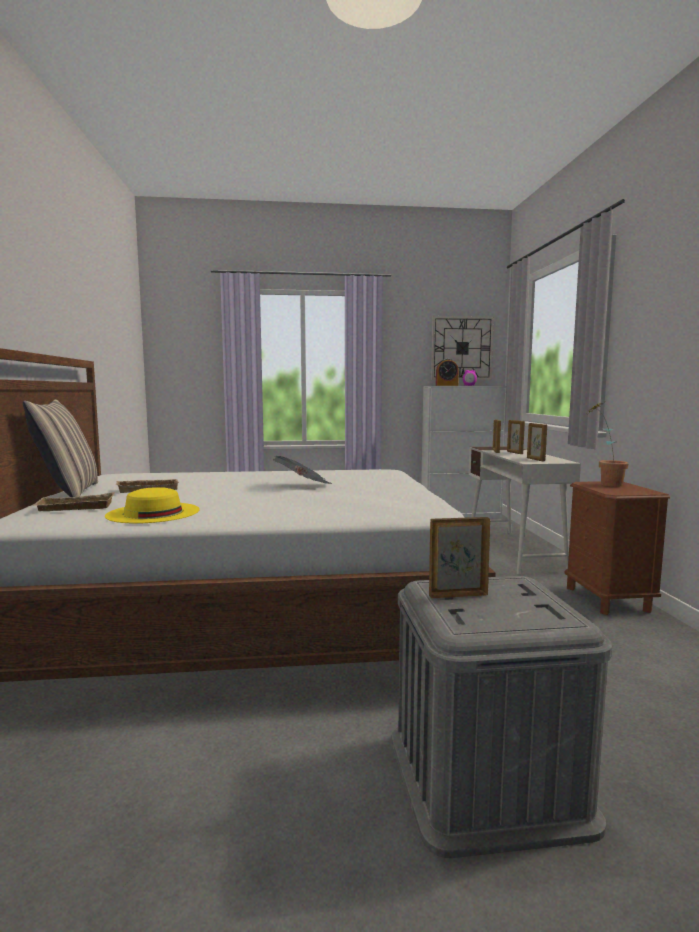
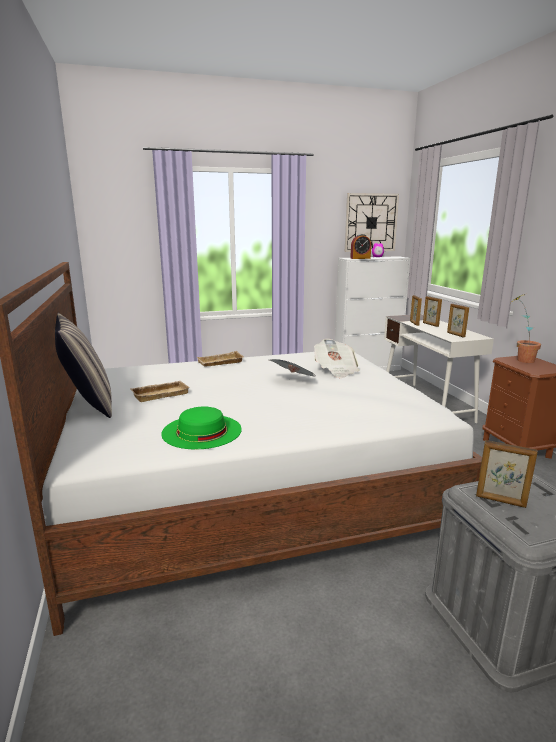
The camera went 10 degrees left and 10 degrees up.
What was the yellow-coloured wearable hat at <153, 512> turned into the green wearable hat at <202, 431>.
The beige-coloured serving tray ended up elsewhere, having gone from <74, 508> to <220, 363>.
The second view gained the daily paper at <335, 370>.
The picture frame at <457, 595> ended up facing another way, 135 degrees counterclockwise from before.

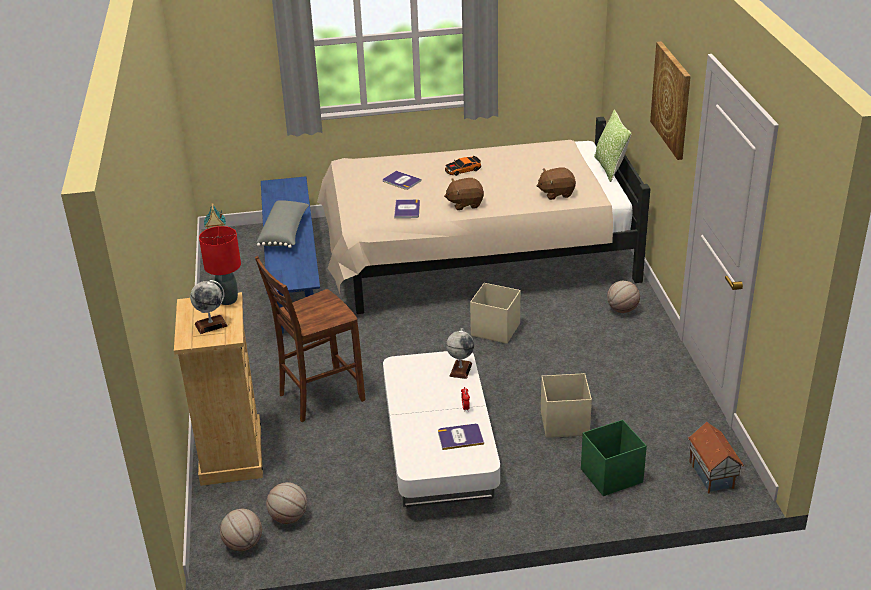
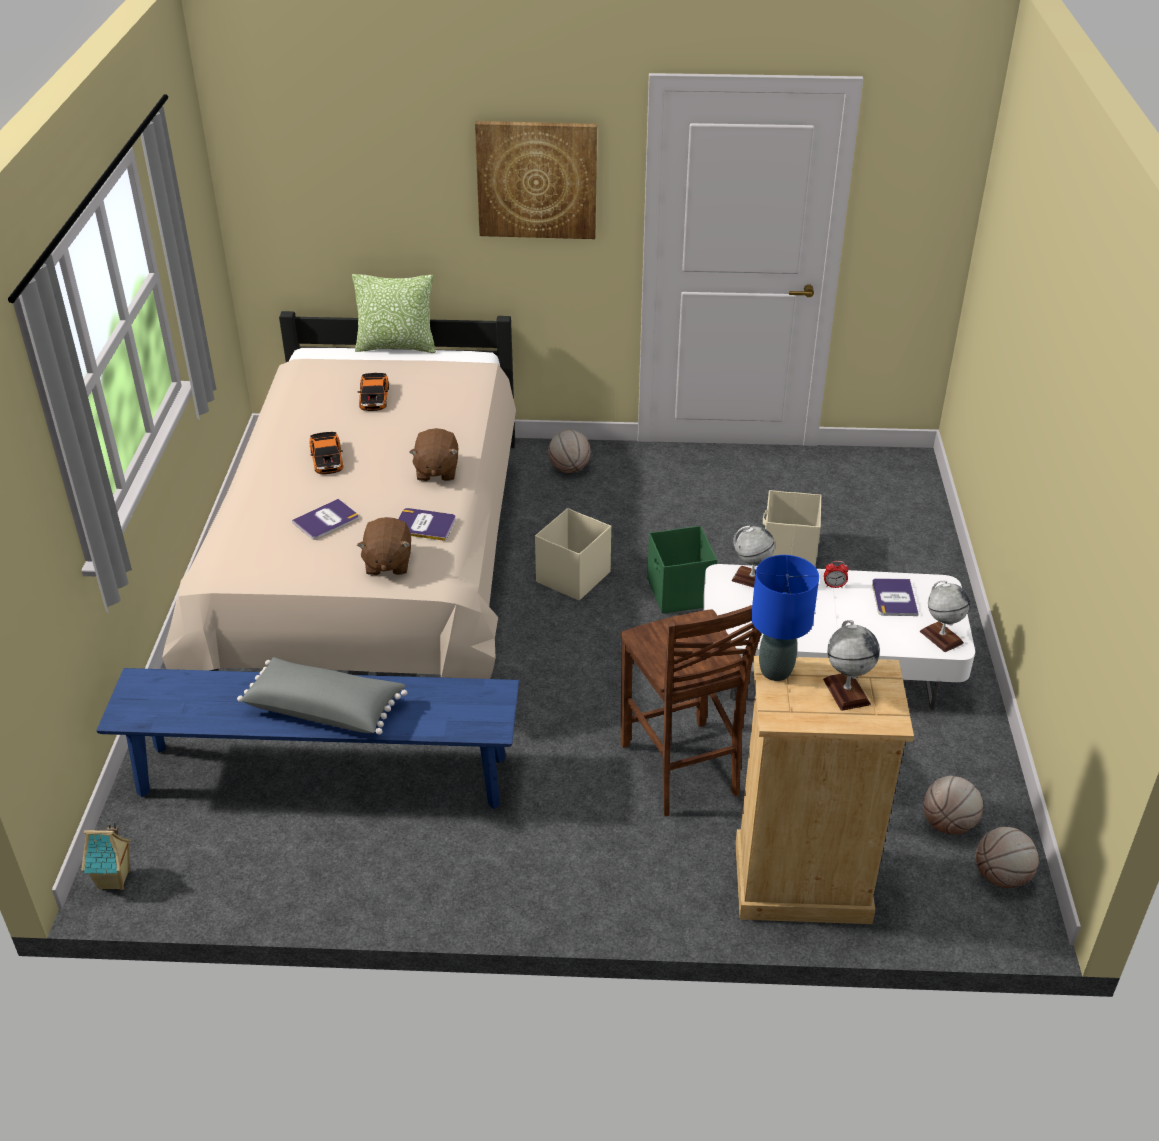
The camera went 80 degrees left and 5 degrees up.
The second view gained the toy car at <374, 397>.
The brown plush toy ended up elsewhere, having gone from <556, 193> to <387, 563>.
The green storage container ended up elsewhere, having gone from <610, 476> to <679, 593>.
What was the reddish tabletop lamp at <227, 300> turned into the blue-coloured tabletop lamp at <776, 671>.
The second view gained the world globe at <941, 637>.
The second view lost the miniature house at <713, 474>.

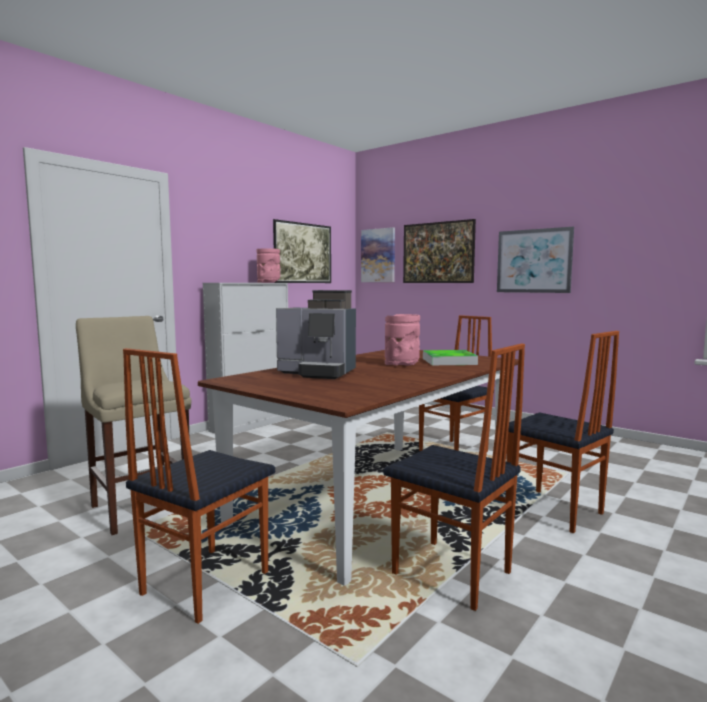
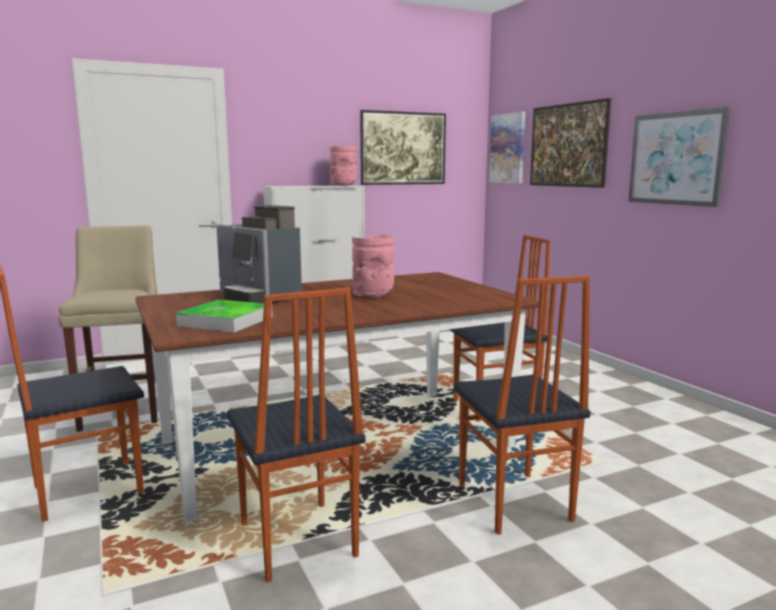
The camera went 25 degrees right and 5 degrees up.
The serving tray ended up elsewhere, having gone from <449, 361> to <226, 321>.

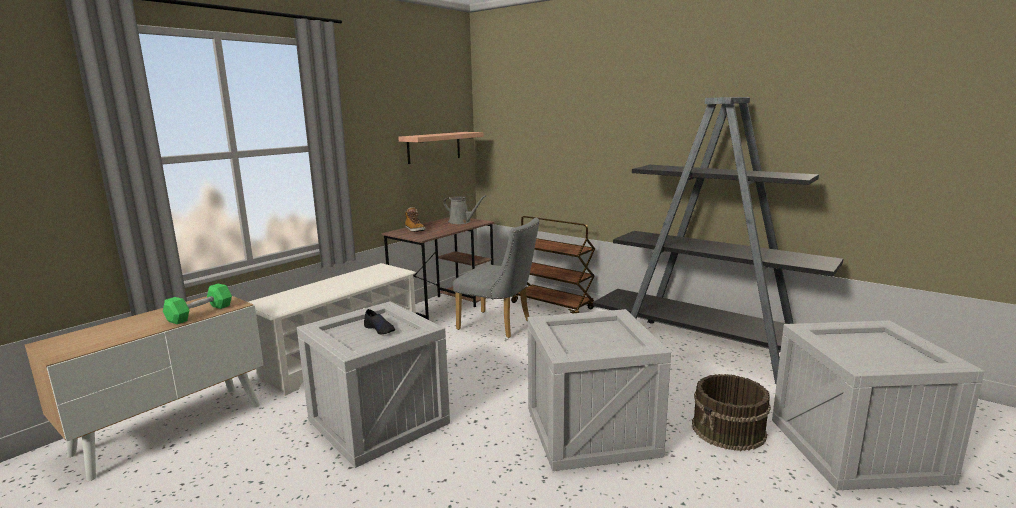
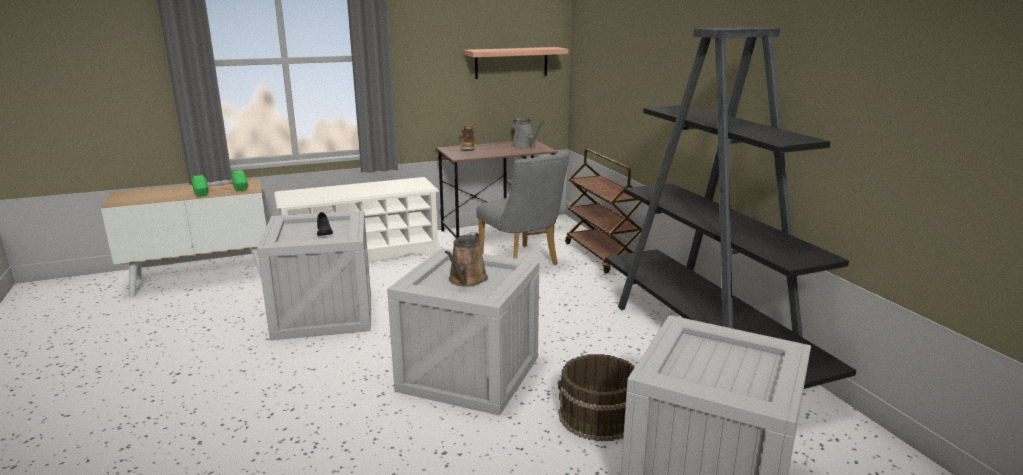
The camera went 30 degrees right and 5 degrees up.
The second view gained the brown watering pot at <466, 280>.

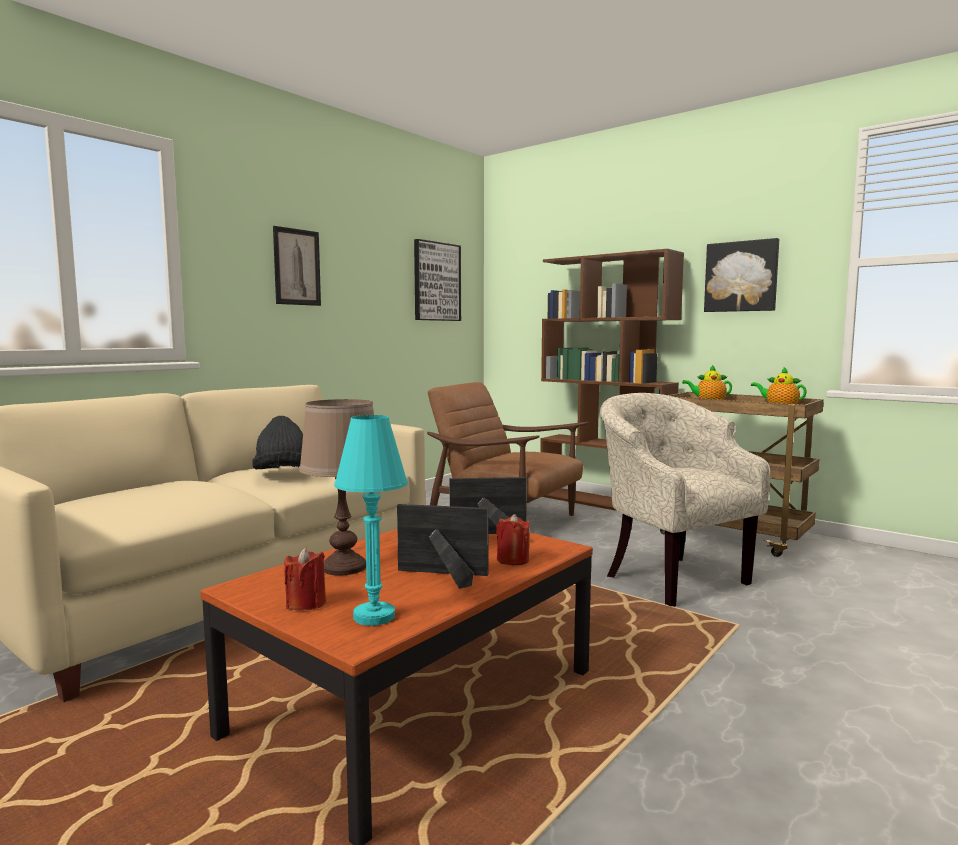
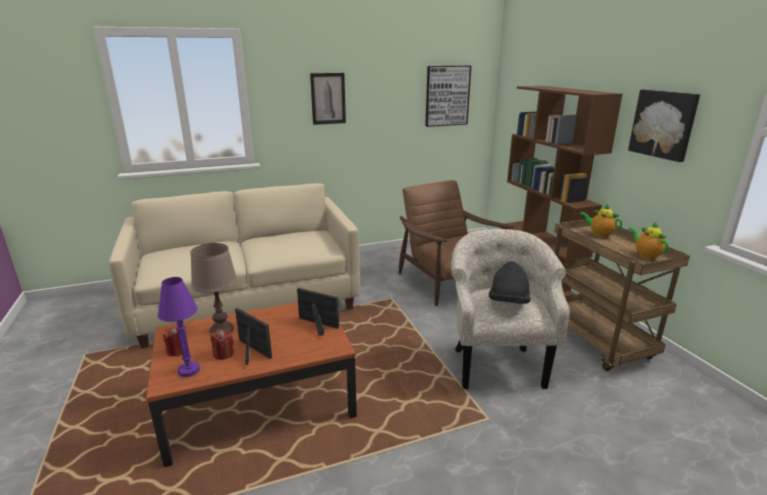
The camera went 30 degrees right and 15 degrees up.
What was the turquoise tabletop lamp at <374, 616> turned into the purple tabletop lamp at <189, 370>.
The reddish wax candle ended up elsewhere, having gone from <512, 560> to <223, 354>.
The blackish wearable hat ended up elsewhere, having gone from <282, 474> to <508, 302>.

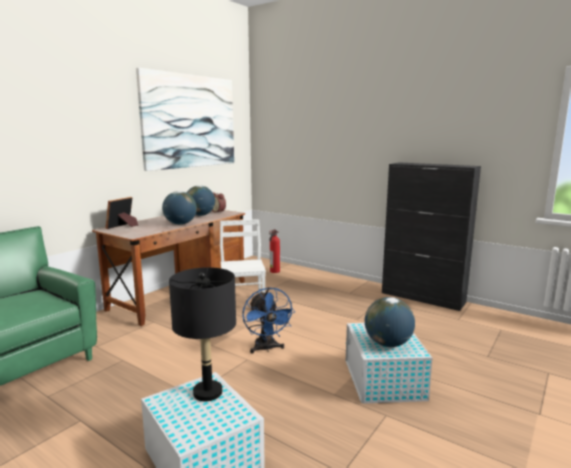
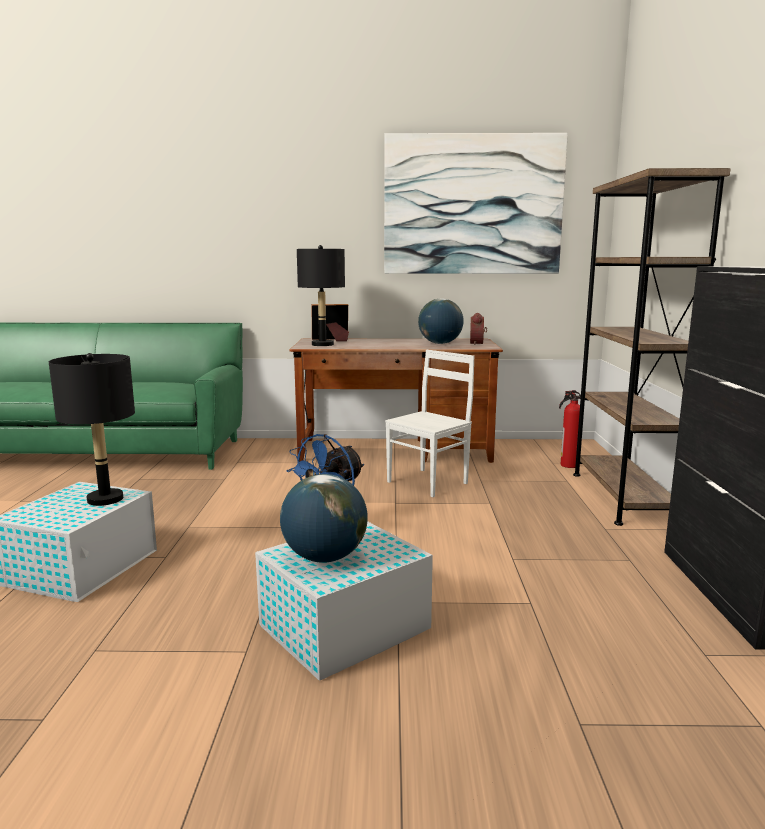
The camera went 55 degrees right and 0 degrees up.
The second view gained the blackish tabletop lamp at <322, 345>.
The second view gained the brown bookshelf at <623, 497>.
The second view lost the world globe at <180, 224>.

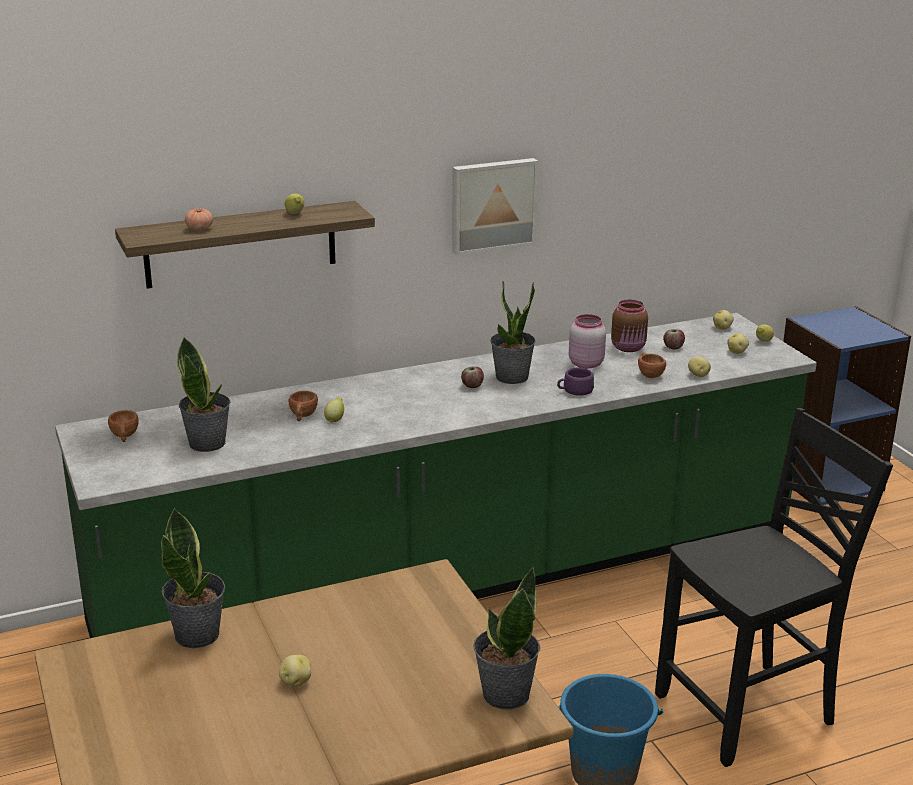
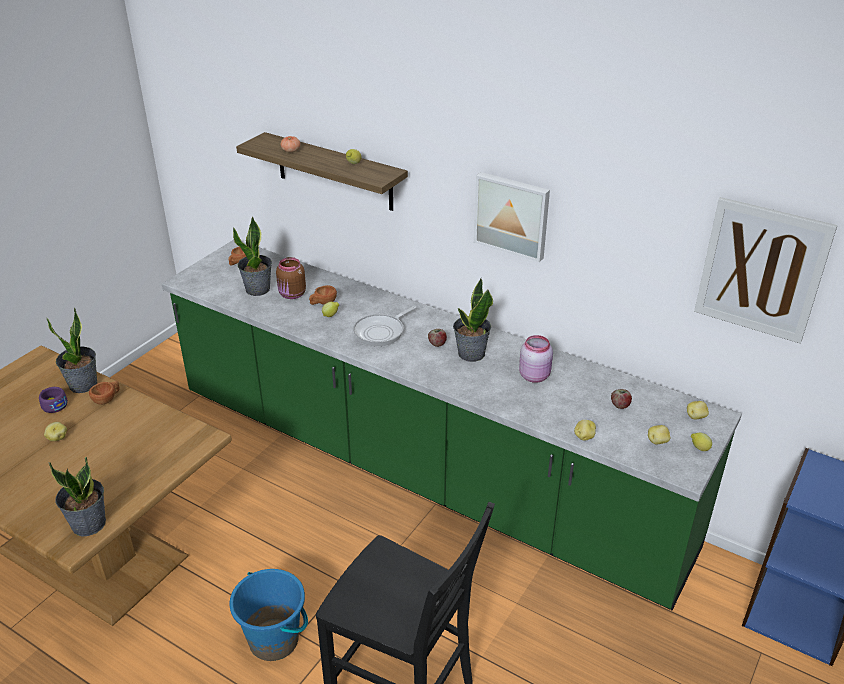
The camera went 55 degrees right and 10 degrees up.
The purple drinking cup ended up elsewhere, having gone from <574, 391> to <53, 405>.
The brown drinking cup ended up elsewhere, having gone from <649, 374> to <107, 399>.
The brown storage jar ended up elsewhere, having gone from <629, 348> to <292, 295>.
The second view gained the pan at <381, 332>.
The second view gained the wall art at <761, 270>.

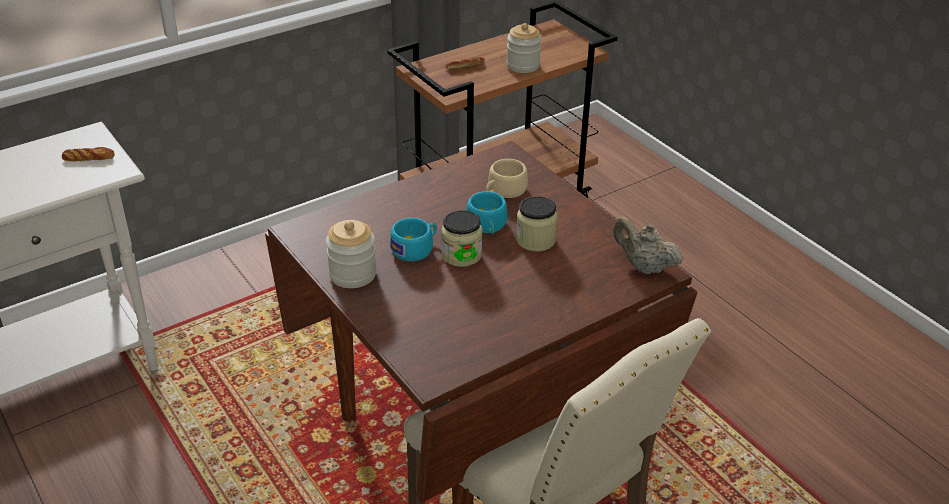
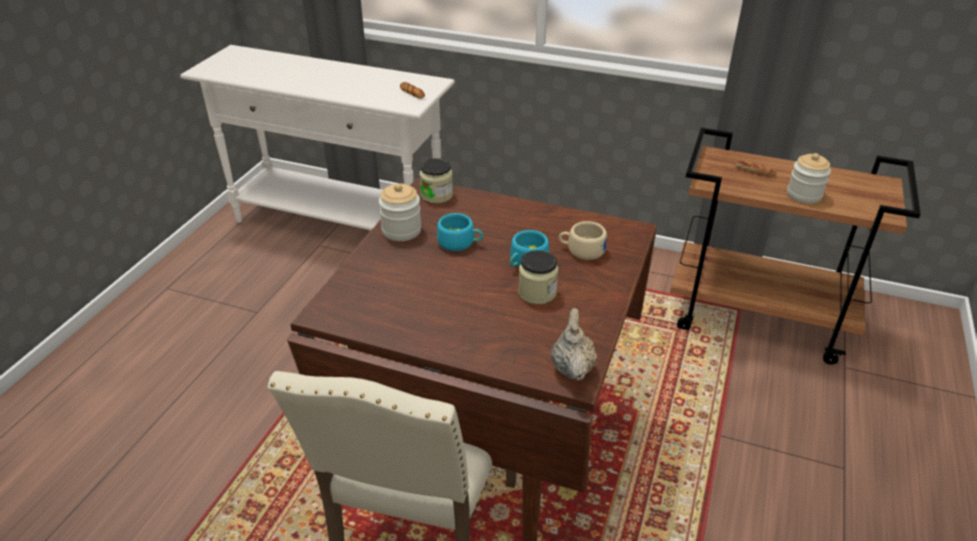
The camera went 55 degrees right and 0 degrees up.
The storage jar ended up elsewhere, having gone from <461, 255> to <437, 195>.

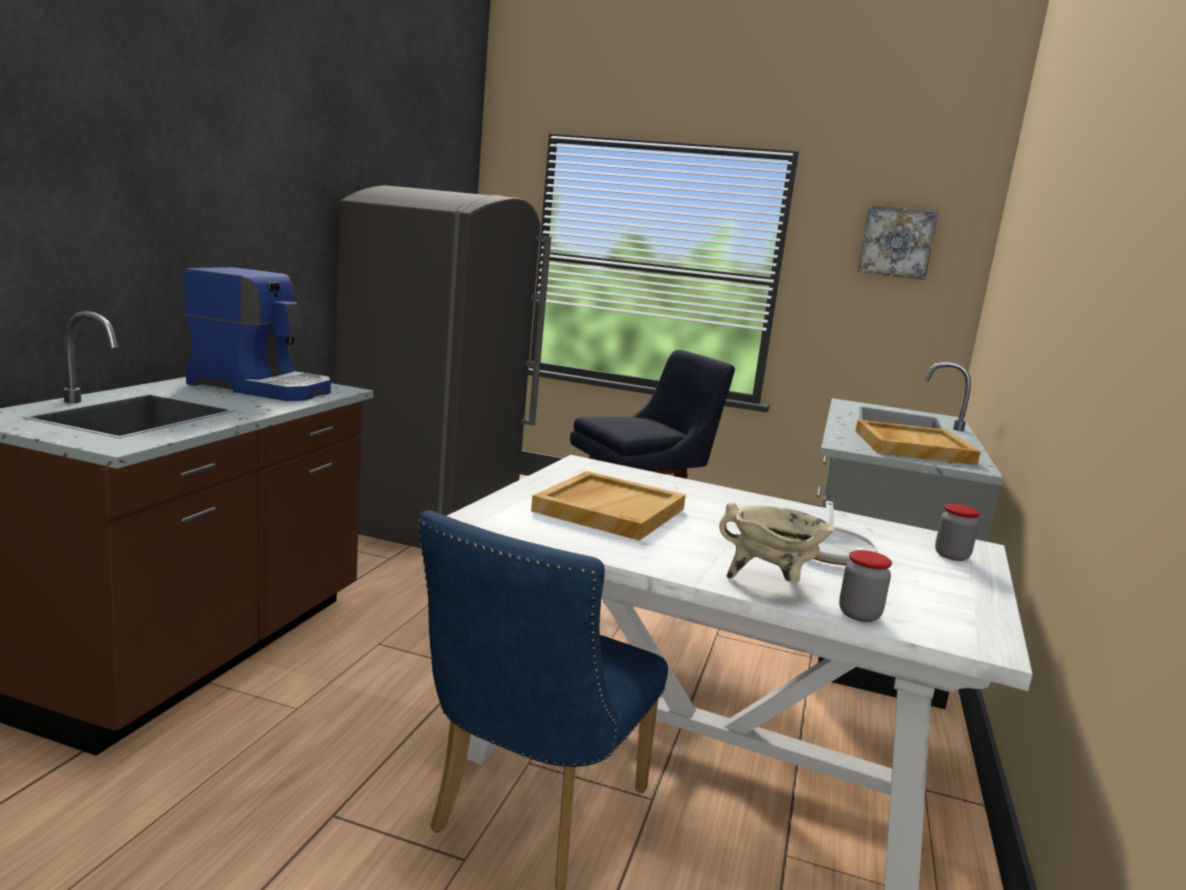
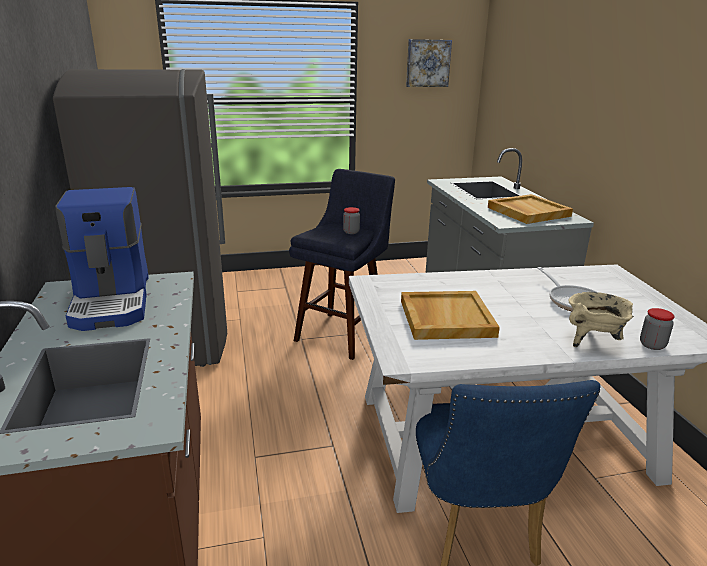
The camera went 30 degrees left and 10 degrees up.
The coffee brewer at <262, 387> ended up facing another way, 90 degrees clockwise from before.
The storage jar ended up elsewhere, having gone from <951, 556> to <351, 232>.

